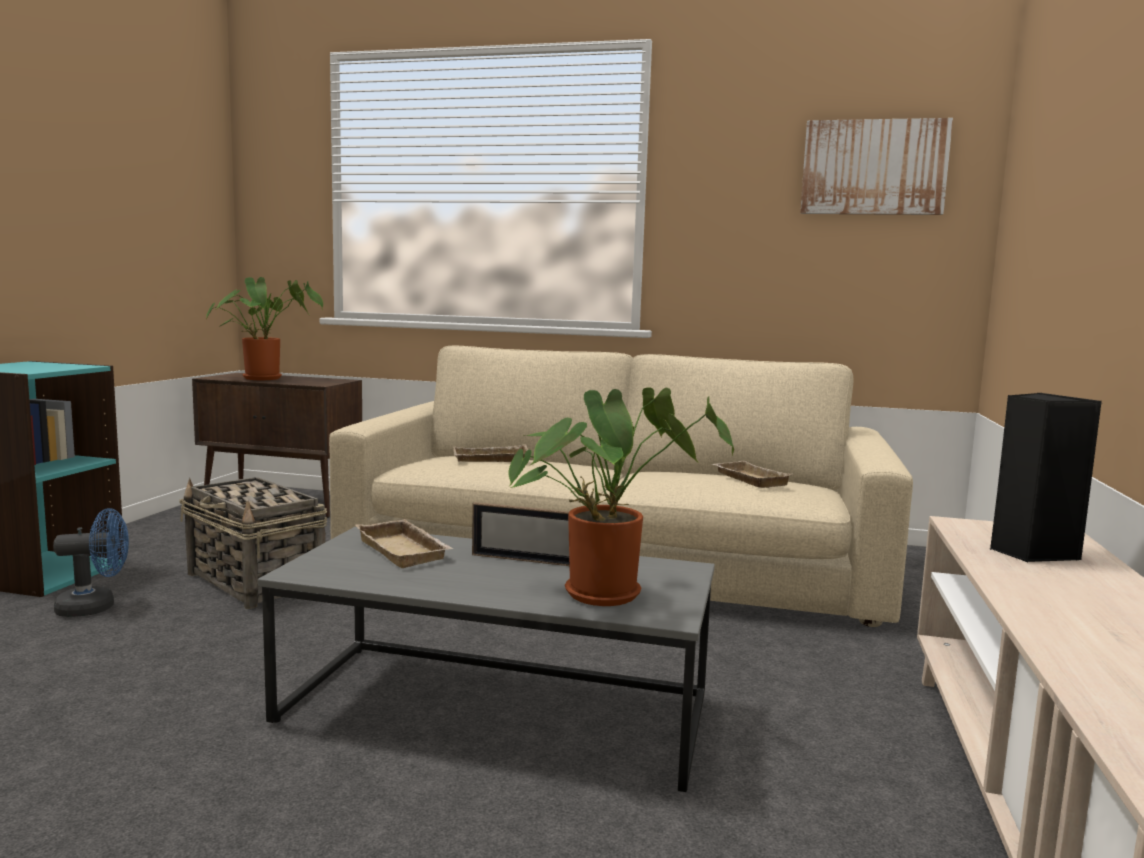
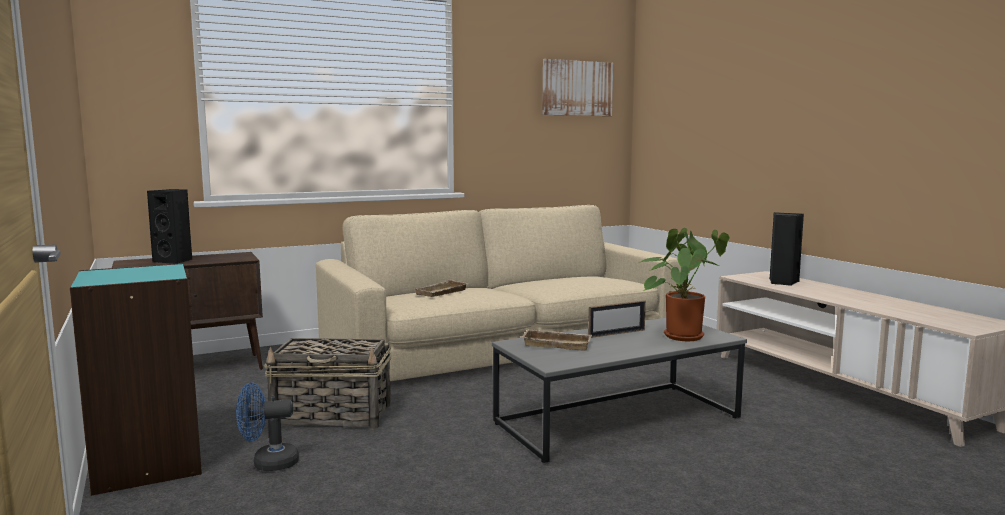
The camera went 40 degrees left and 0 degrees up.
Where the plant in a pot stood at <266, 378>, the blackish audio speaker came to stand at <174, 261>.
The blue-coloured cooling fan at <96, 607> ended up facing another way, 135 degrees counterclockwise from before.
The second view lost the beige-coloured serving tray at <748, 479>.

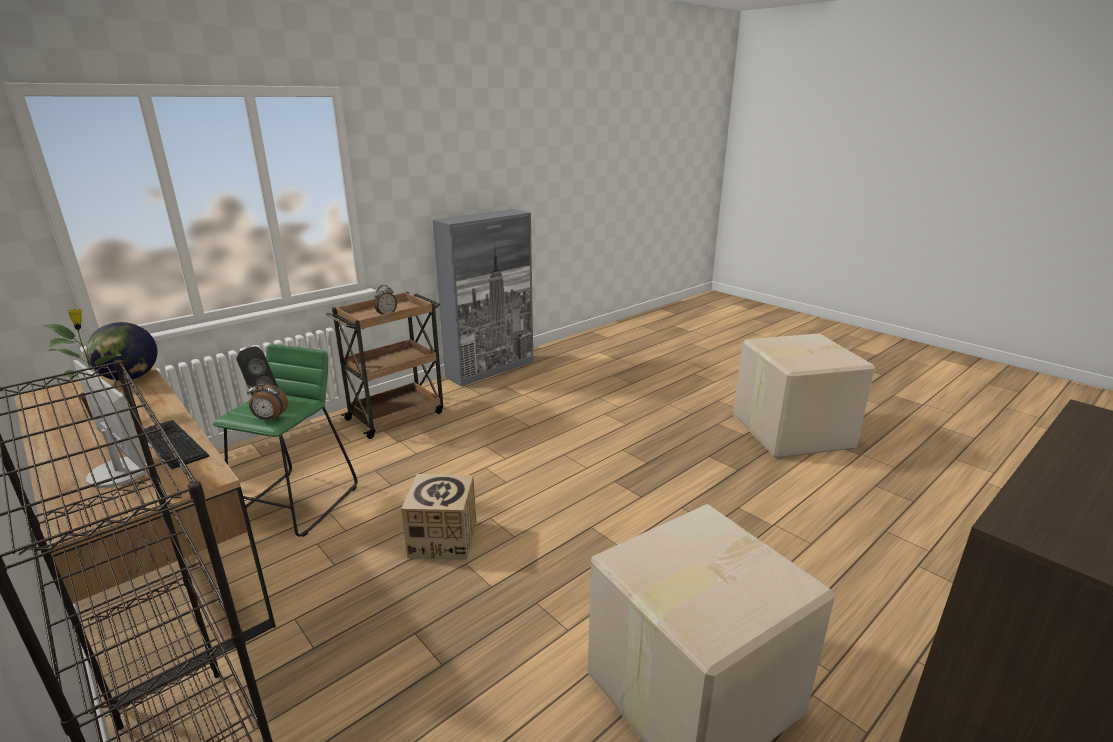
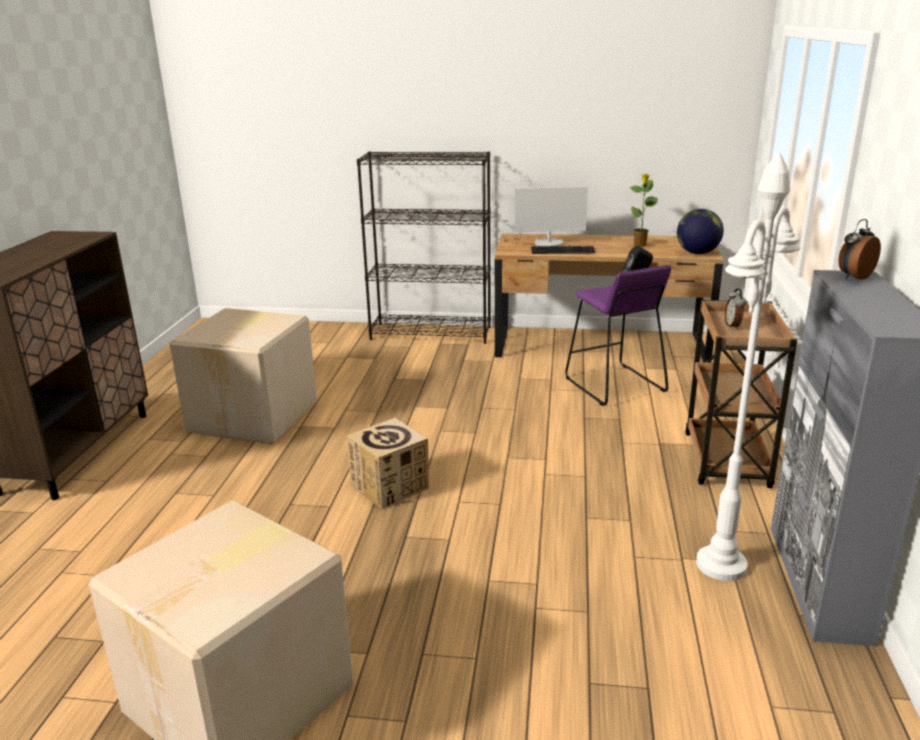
The camera went 140 degrees right and 0 degrees up.
The cardboard box ended up elsewhere, having gone from <443, 539> to <390, 486>.
What was the green sitting stool at <296, 503> turned into the purple sitting stool at <613, 385>.
The second view gained the white standard lamp at <721, 565>.
The table clock ended up elsewhere, having gone from <270, 419> to <853, 276>.

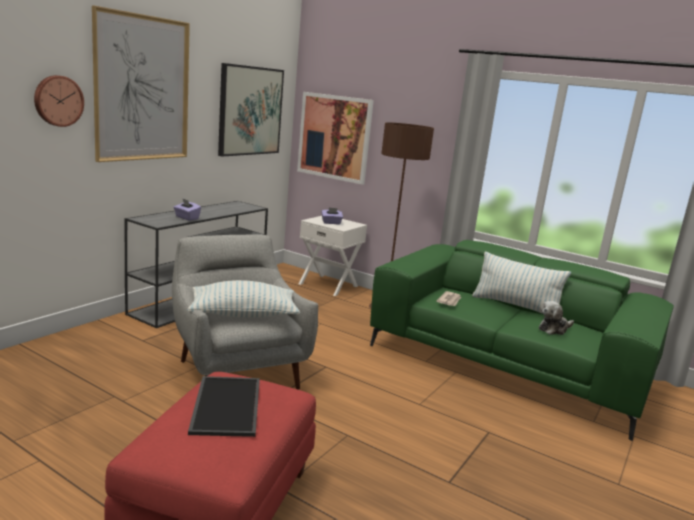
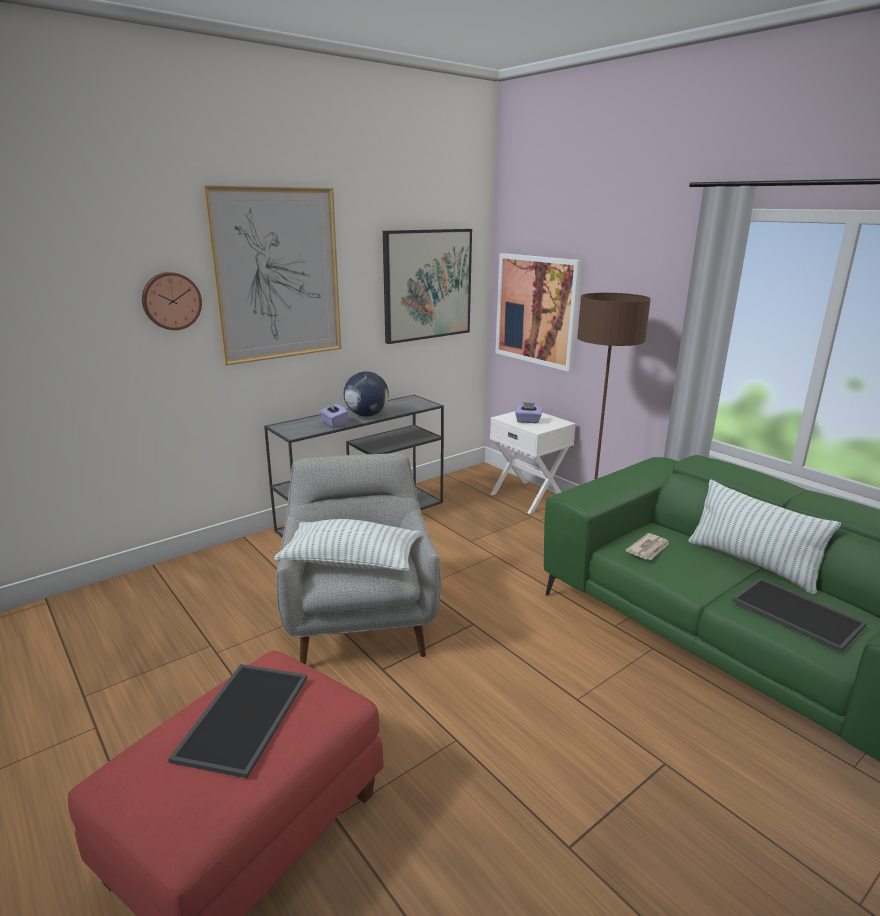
The camera went 20 degrees right and 5 degrees up.
The second view gained the world globe at <366, 415>.
Where the plush toy stood at <554, 329>, the serving tray came to stand at <799, 613>.

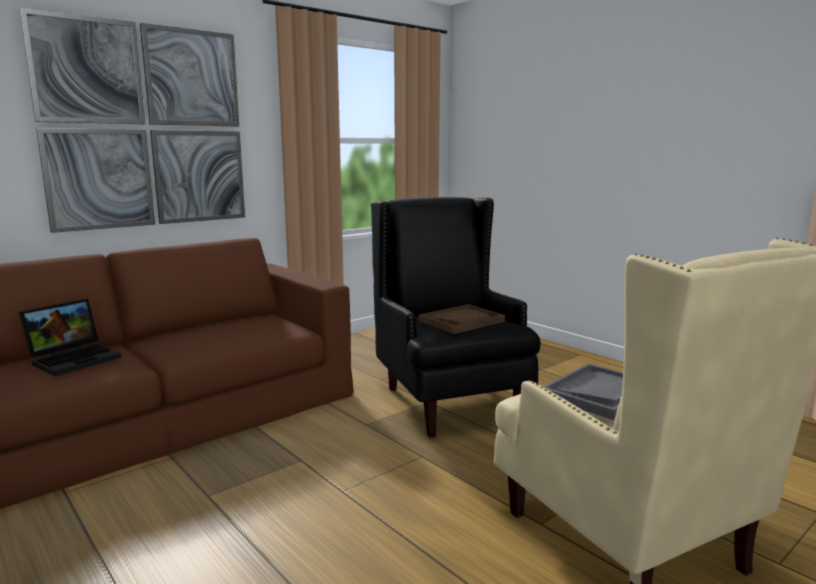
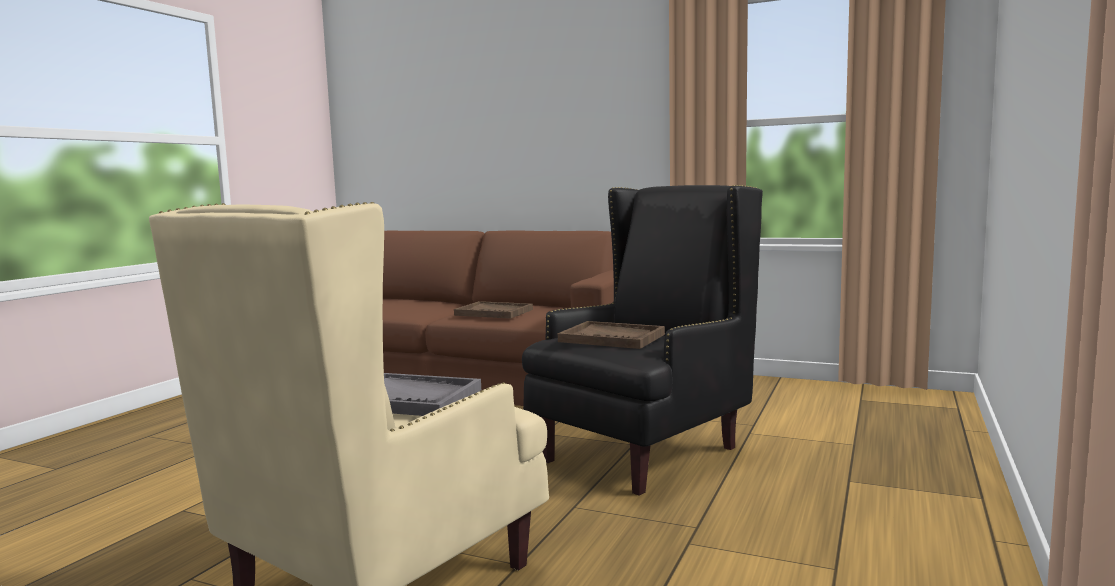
The camera went 65 degrees right and 5 degrees down.
The second view gained the brown serving tray at <494, 312>.
The second view lost the wall art at <146, 127>.
The second view lost the portable computer at <75, 359>.

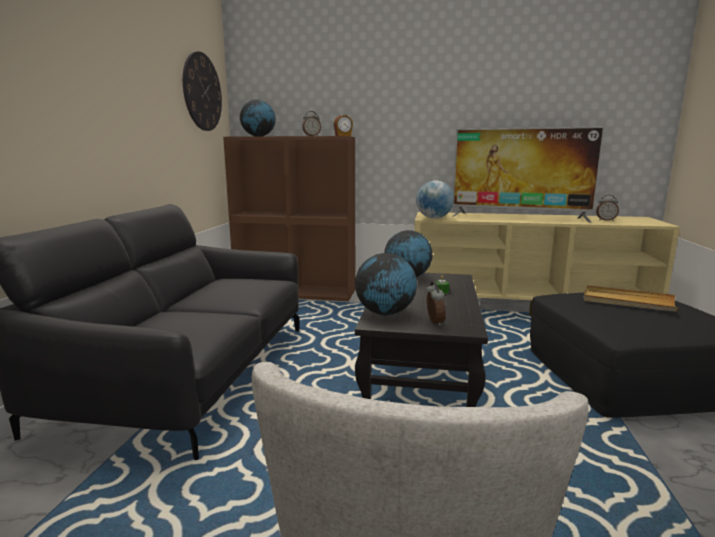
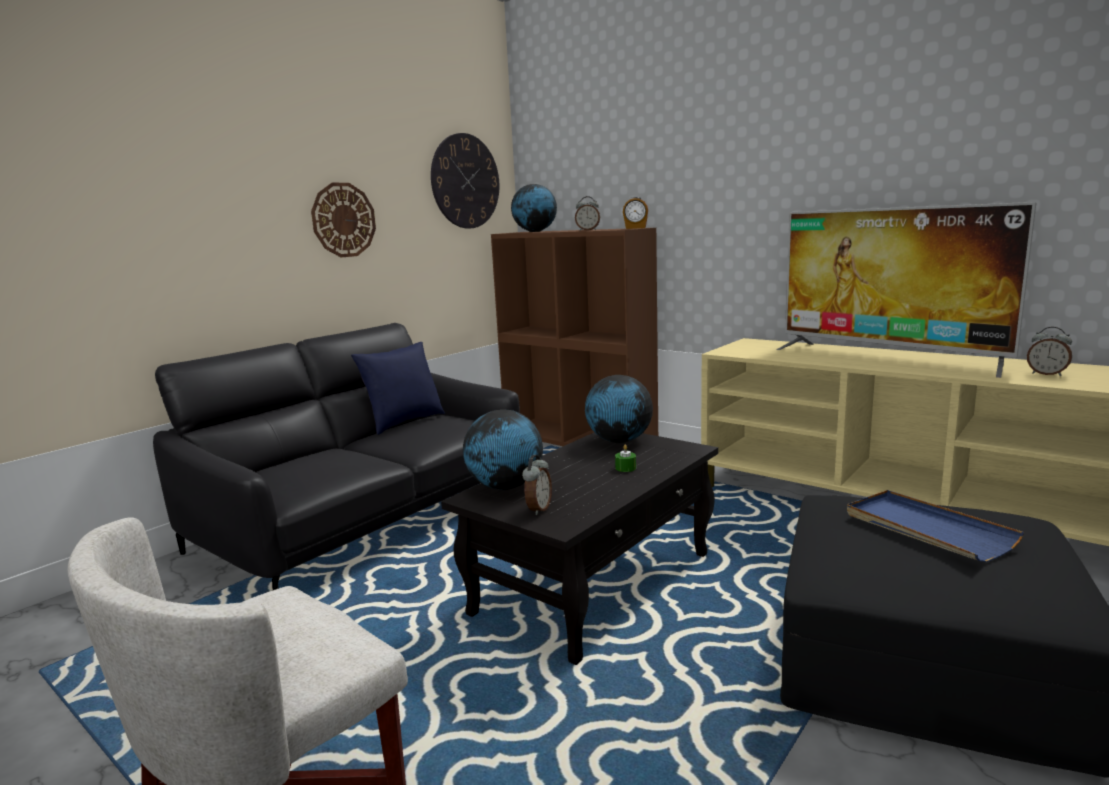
The camera went 30 degrees right and 0 degrees up.
The second view gained the wall clock at <343, 220>.
The second view gained the blue-coloured cushion at <404, 422>.
What was the beige-coloured serving tray at <627, 301> turned into the blue-coloured serving tray at <927, 529>.
The second view lost the world globe at <434, 218>.

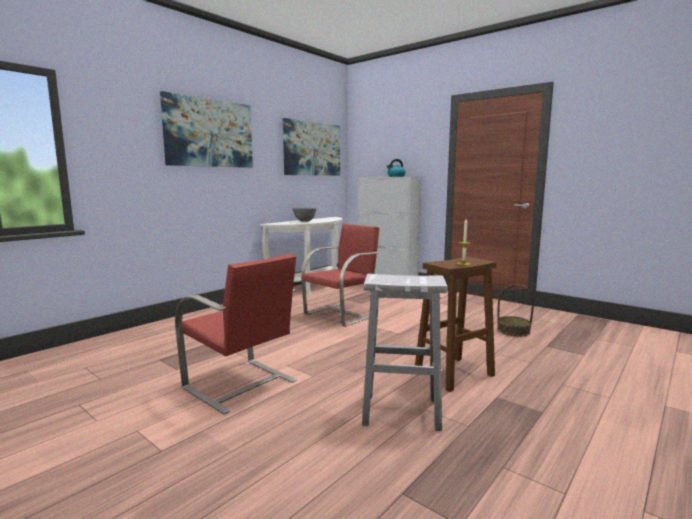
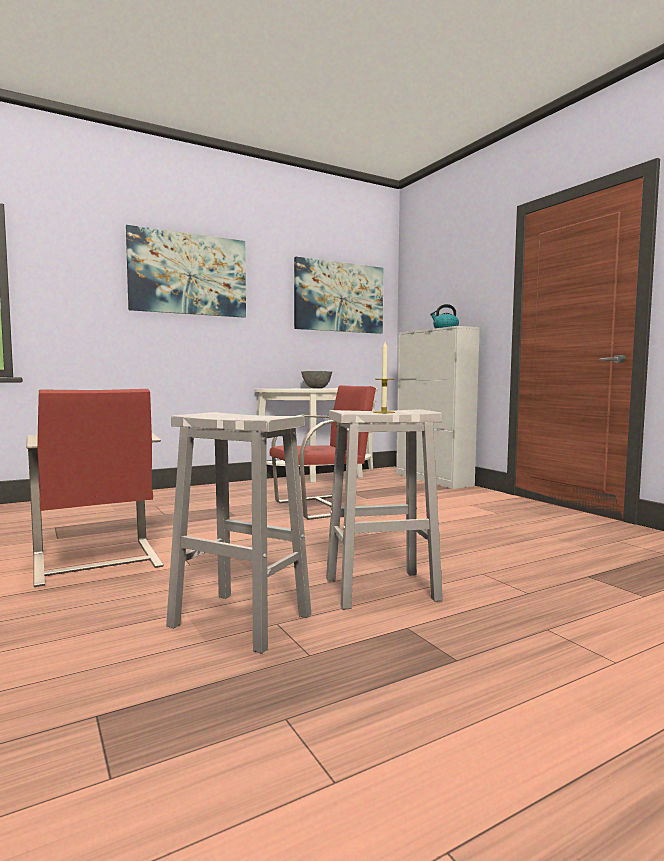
The camera went 20 degrees right and 5 degrees down.
What was the brown sitting stool at <453, 374> turned into the white sitting stool at <379, 589>.
The second view lost the basket at <513, 331>.

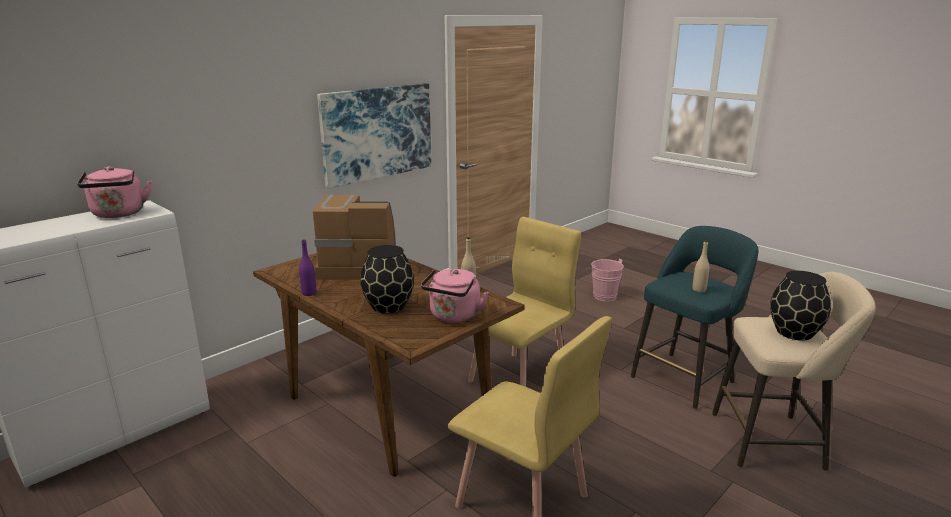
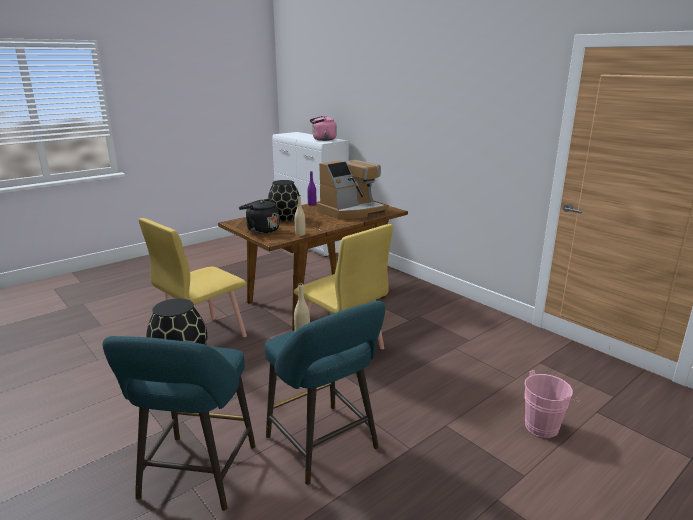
The camera went 95 degrees right and 0 degrees up.
What was the beige-coloured sitting stool at <773, 441> turned into the turquoise sitting stool at <196, 477>.
What was the pinkish tea kettle at <454, 316> turned into the blackish tea kettle at <261, 230>.
The coffee brewer at <359, 266> ended up facing another way, 45 degrees clockwise from before.
The second view lost the wall art at <377, 133>.

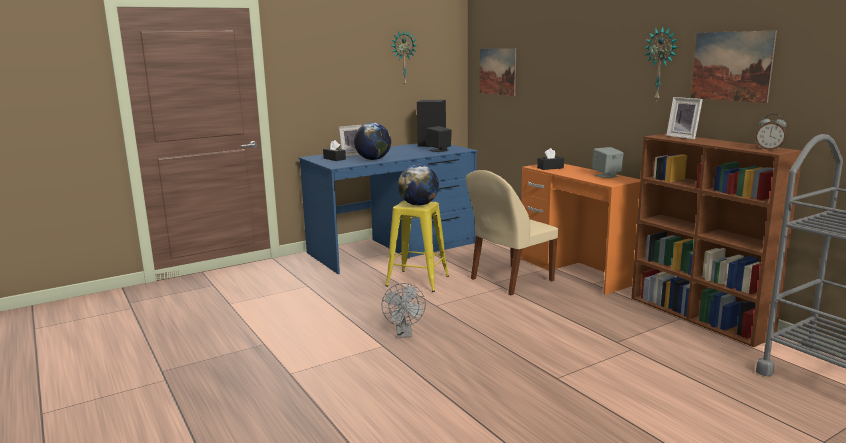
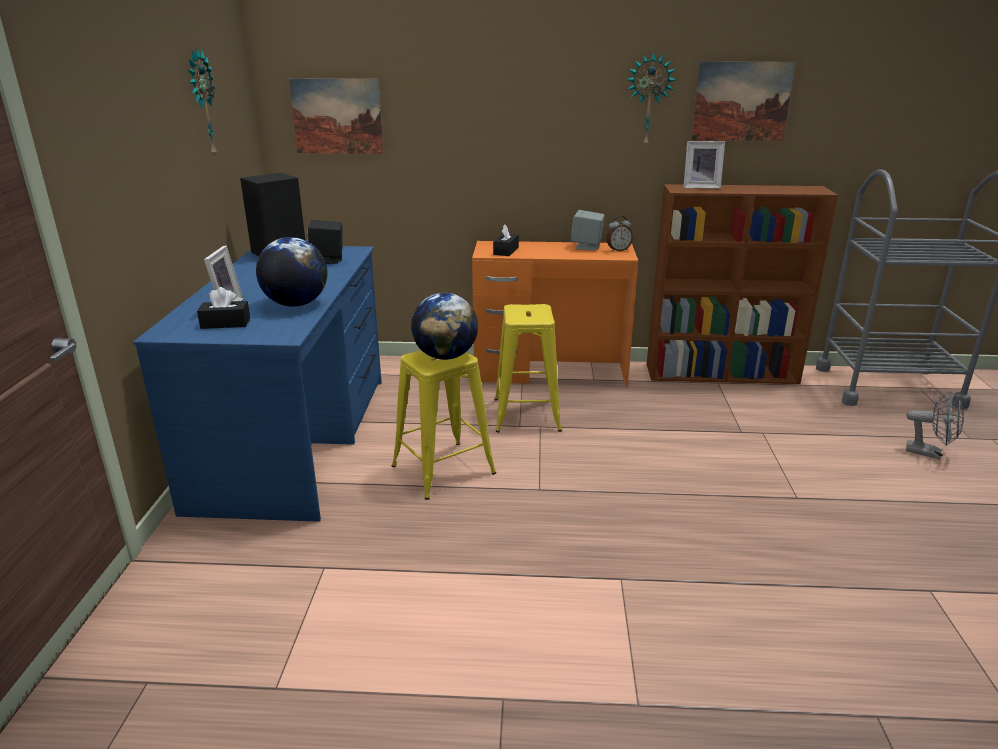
The camera went 55 degrees left and 10 degrees up.
Where the beige-coloured plain chair stood at <510, 280>, the yellow-coloured sitting stool came to stand at <526, 414>.
The table clock ended up elsewhere, having gone from <769, 149> to <618, 250>.
The grey cooling fan ended up elsewhere, having gone from <404, 334> to <929, 453>.

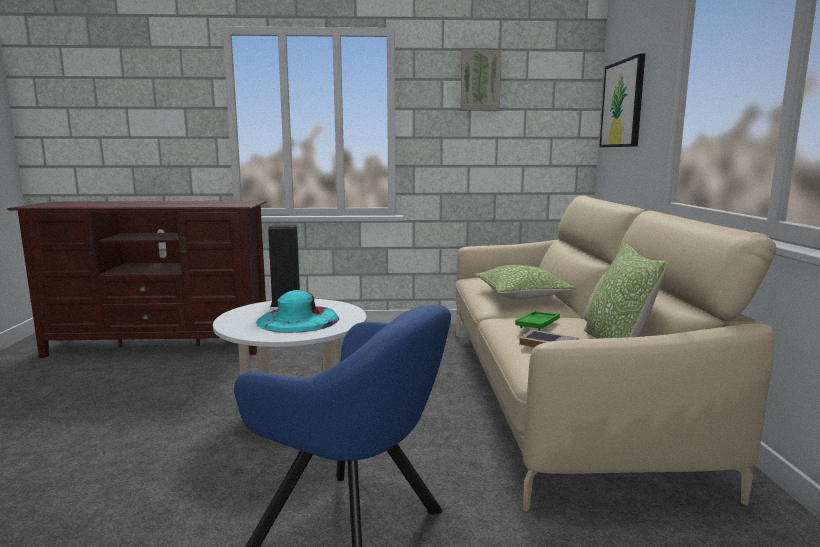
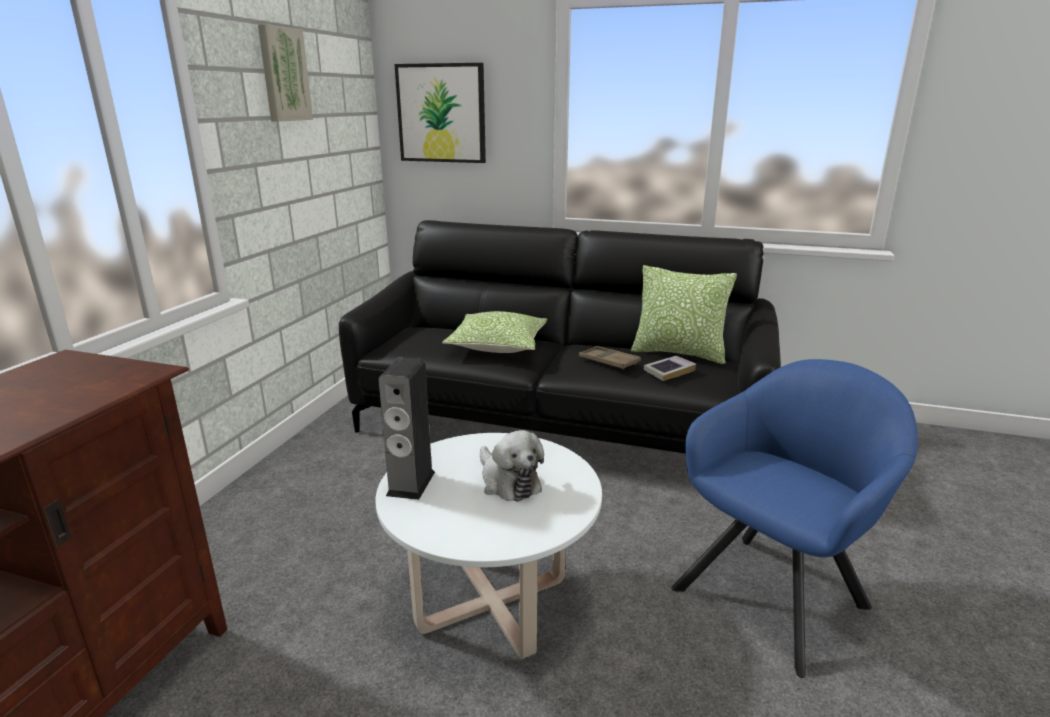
The camera went 70 degrees left and 10 degrees up.
What was the beige-coloured sofa at <556, 393> turned into the blackish sofa at <556, 423>.
Where the turquoise wearable hat stood at <298, 319>, the plush toy came to stand at <508, 482>.
What was the green serving tray at <537, 324> turned into the brown serving tray at <608, 362>.

